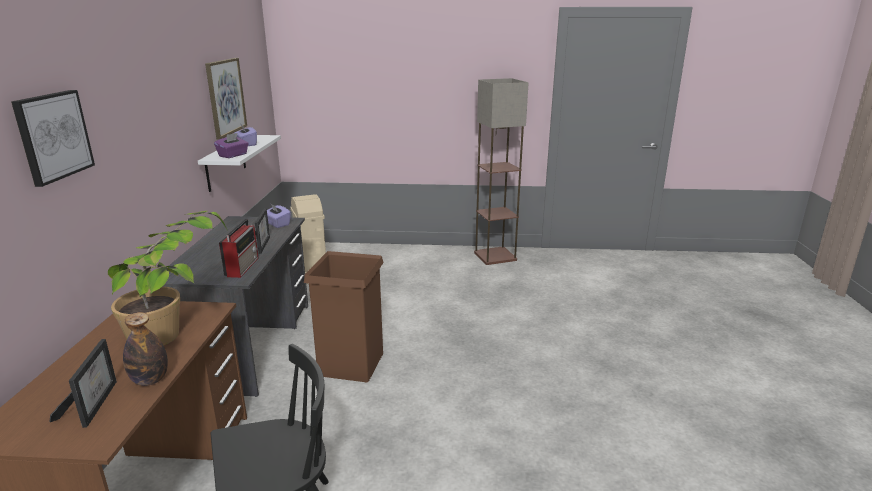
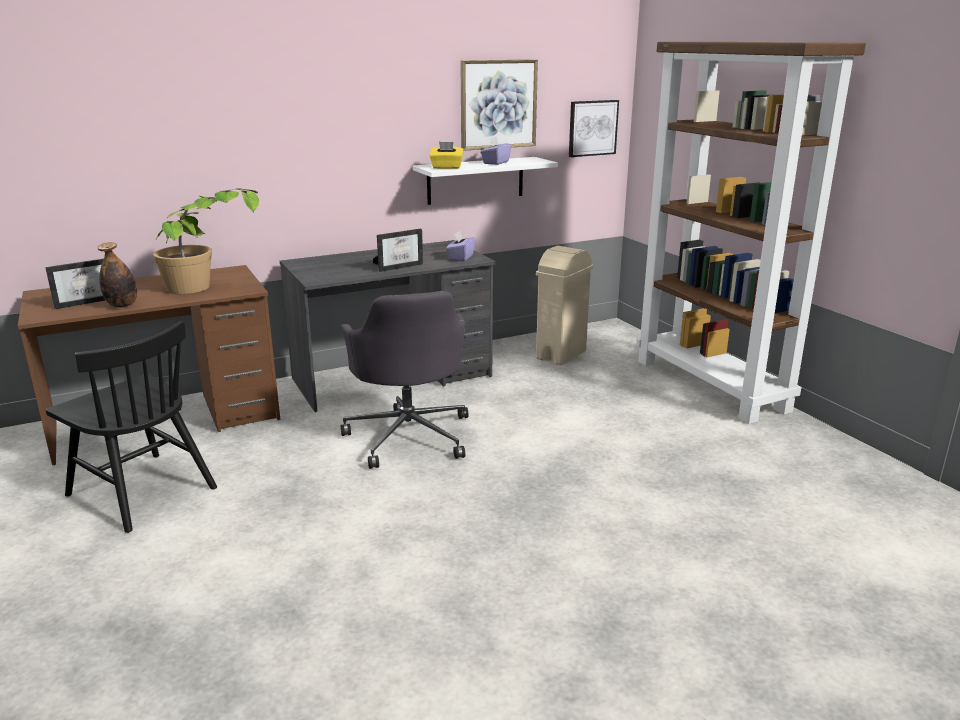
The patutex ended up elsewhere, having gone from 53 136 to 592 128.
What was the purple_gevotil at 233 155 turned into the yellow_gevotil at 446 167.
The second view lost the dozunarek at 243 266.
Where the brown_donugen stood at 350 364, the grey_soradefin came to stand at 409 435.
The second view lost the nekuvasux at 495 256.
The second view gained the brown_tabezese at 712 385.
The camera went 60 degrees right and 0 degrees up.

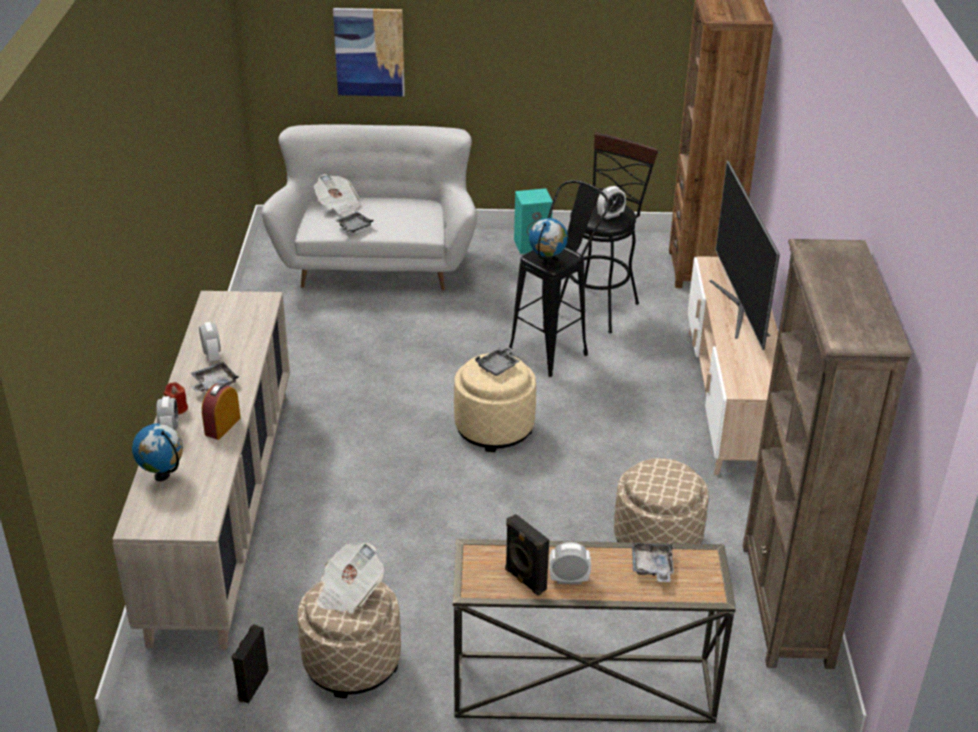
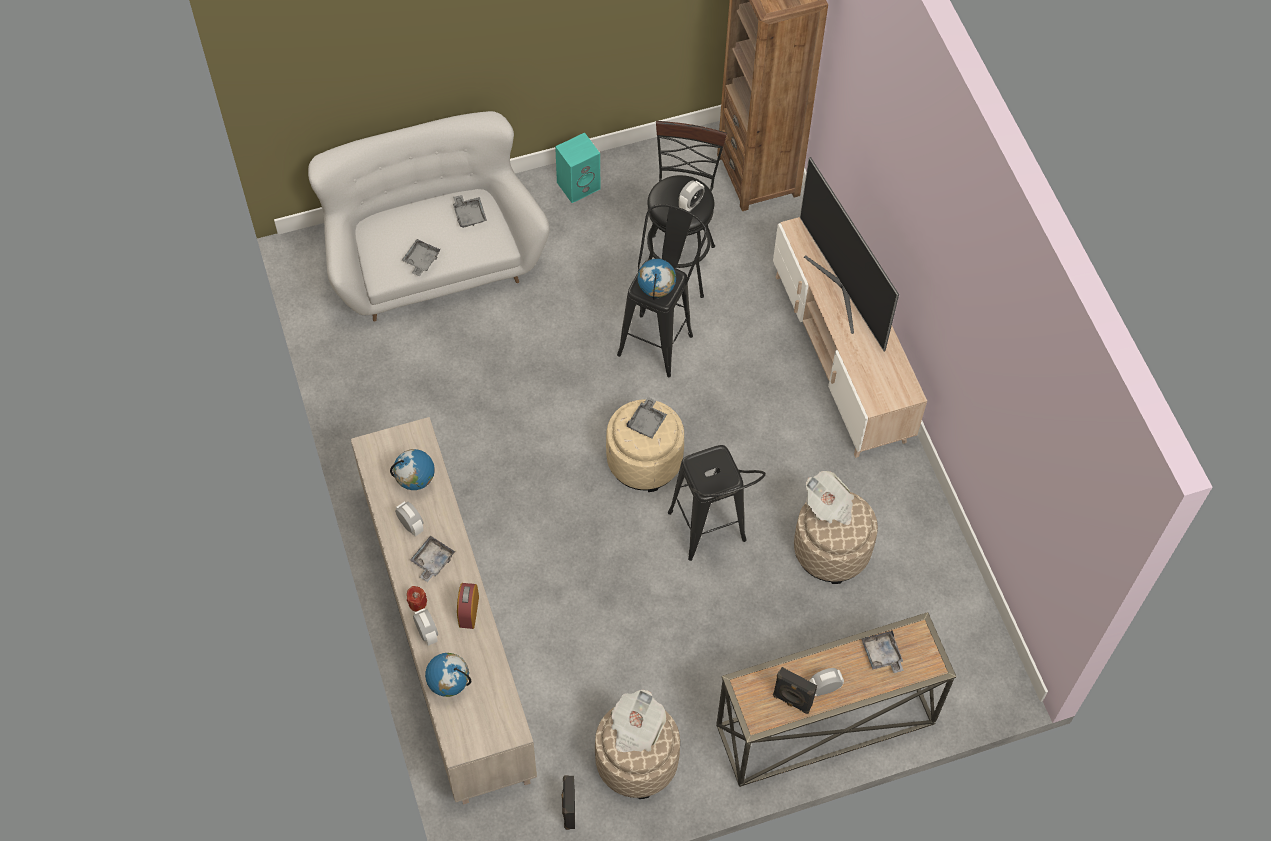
The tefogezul ended up elsewhere, having gone from 338 206 to 829 506.
The second view lost the patutex at 369 52.
The second view lost the brown_tabezese at 786 605.
The second view gained the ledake at 416 484.
The second view gained the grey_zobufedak at 469 215.
The second view gained the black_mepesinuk at 711 537.
The camera went 20 degrees left and 25 degrees up.

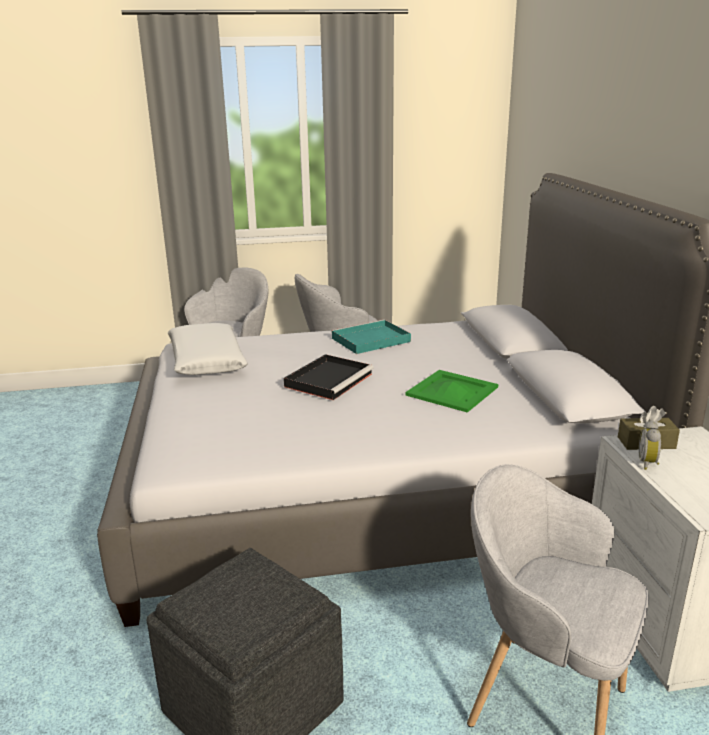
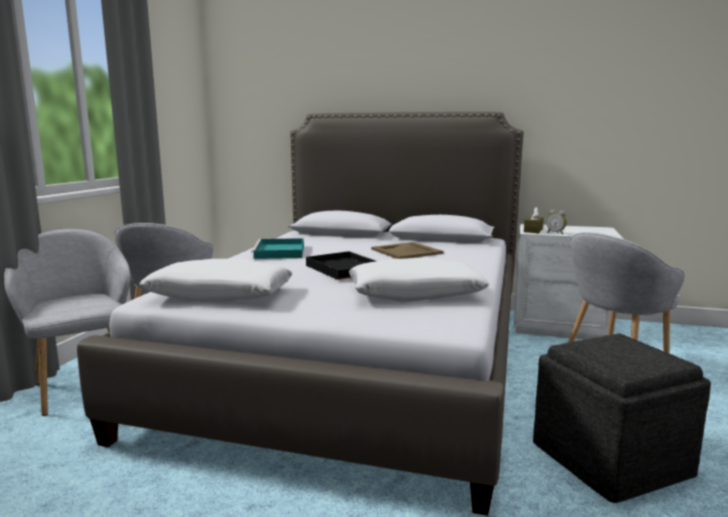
What was the green_zobufedak at 452 391 turned into the beige_zobufedak at 407 251.
The second view gained the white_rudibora at 415 293.
The camera went 65 degrees left and 10 degrees down.

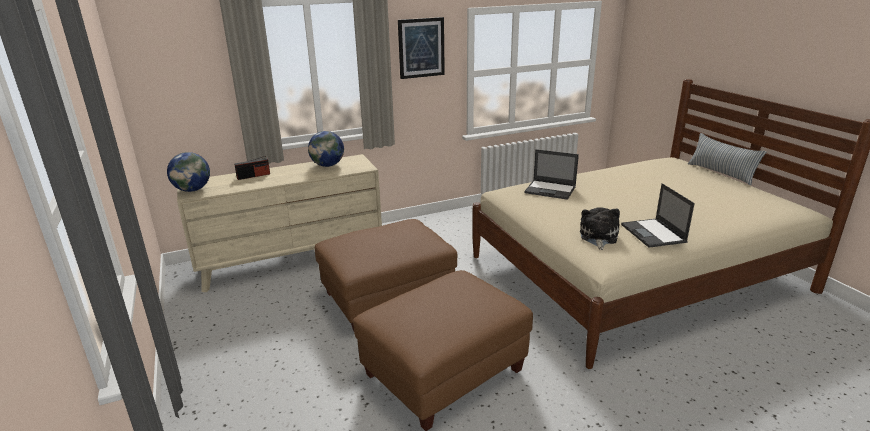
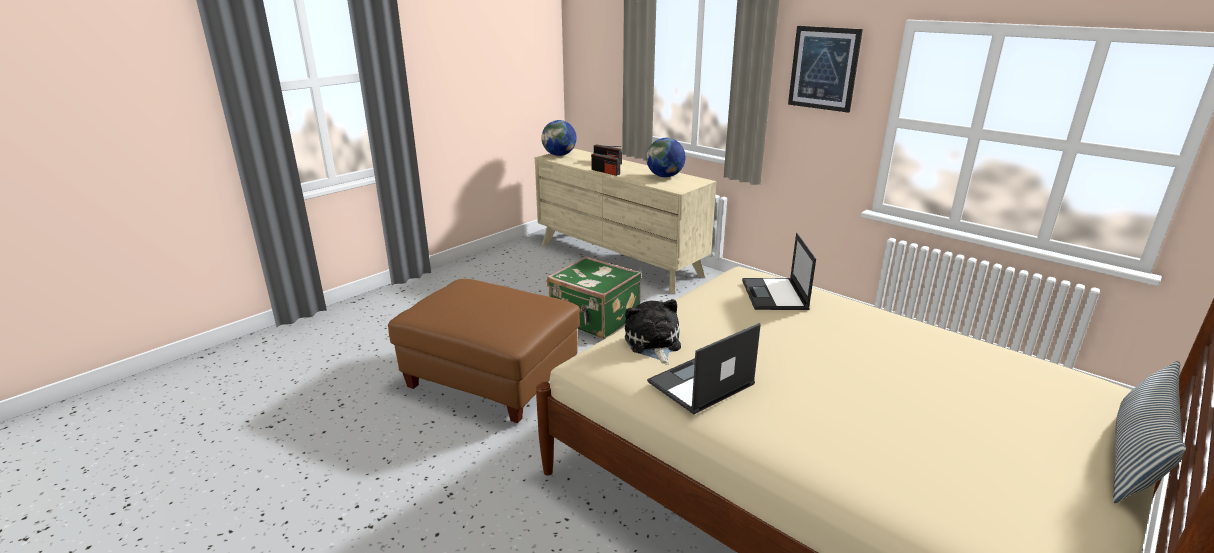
Where the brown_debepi stood at 387 298, the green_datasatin came to stand at 594 319.
The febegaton at 598 237 ended up facing another way, 90 degrees counterclockwise from before.
The second view gained the dozunarek at 605 172.
The camera went 65 degrees right and 0 degrees up.

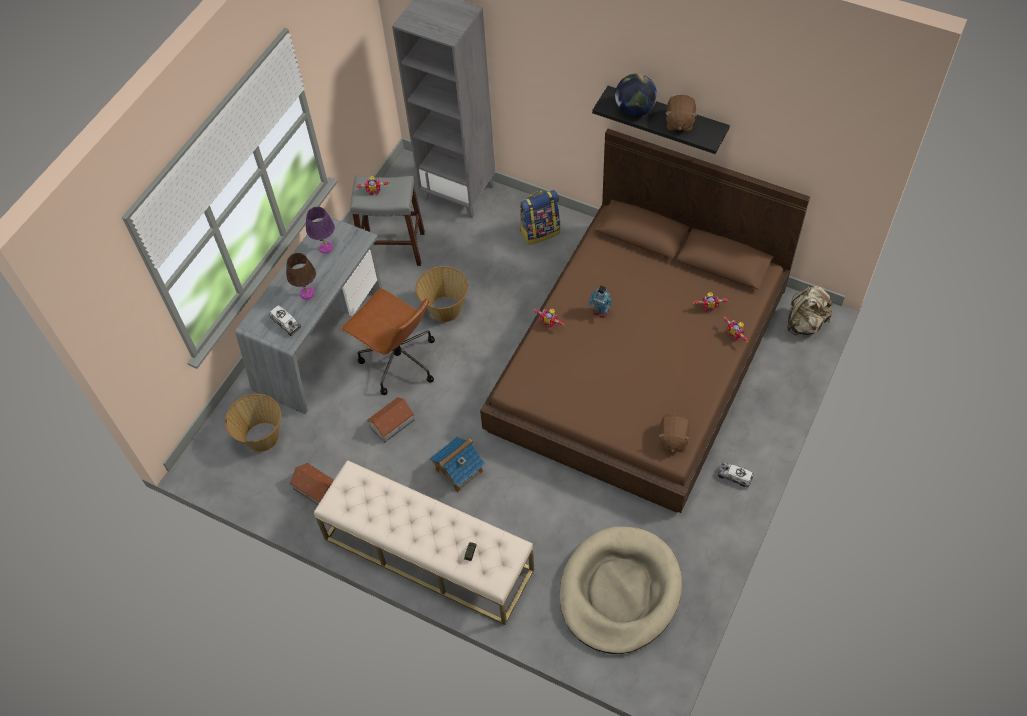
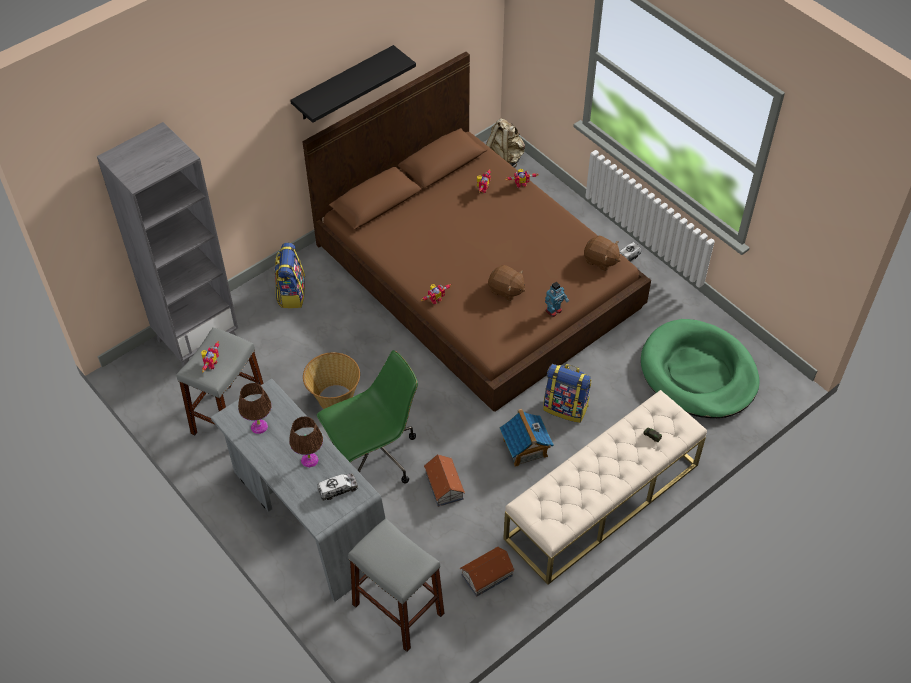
Where the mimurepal stood at 261 437, the grey_mepesinuk came to stand at 398 609.
What was the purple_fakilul at 325 248 turned into the brown_fakilul at 259 427.
What was the brown_soradefin at 398 361 turned into the green_soradefin at 374 457.
What was the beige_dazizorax at 619 591 turned into the green_dazizorax at 698 373.
The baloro ended up elsewhere, having gone from 600 312 to 554 311.
The second view lost the ledake at 634 110.
The brown_febegaton ended up elsewhere, having gone from 679 122 to 506 290.
The second view gained the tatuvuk at 566 407.
The camera went 70 degrees left and 5 degrees down.

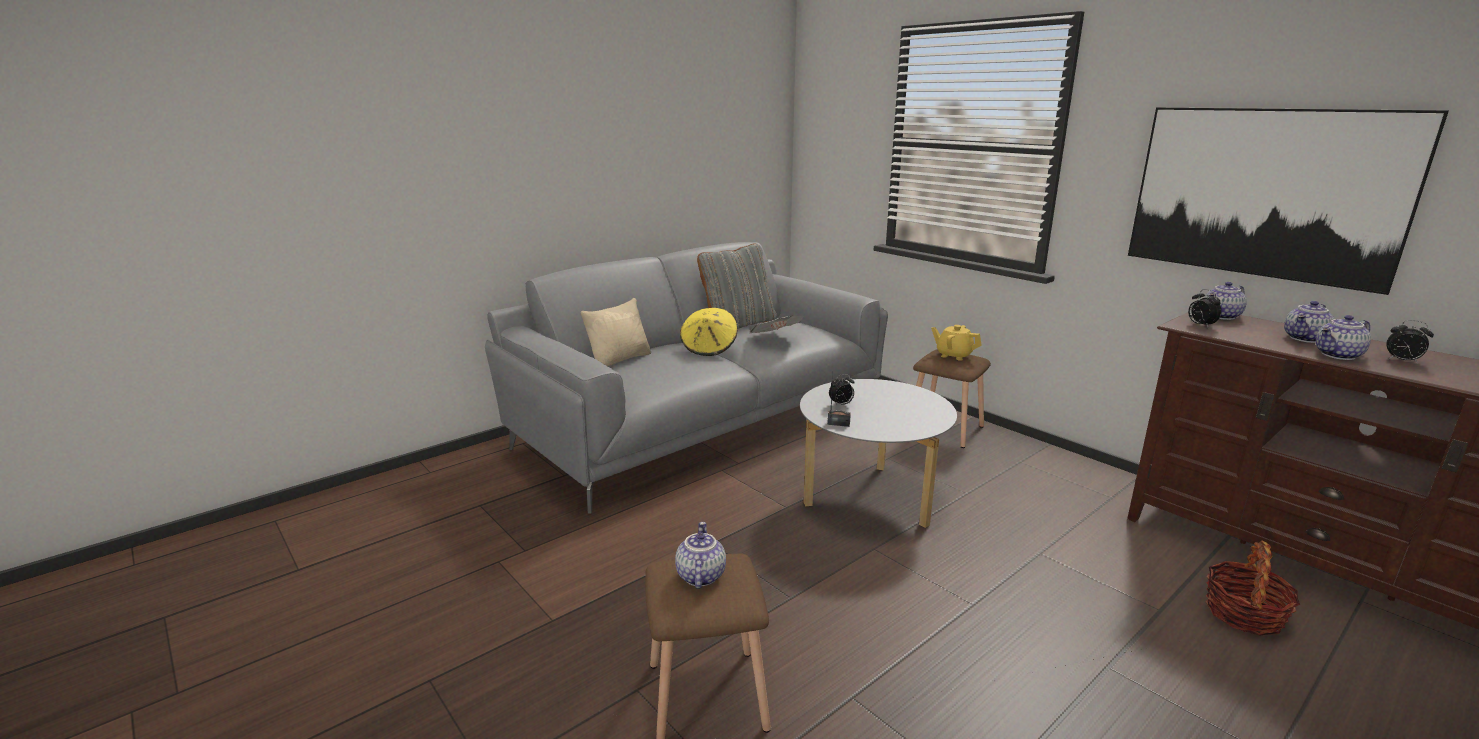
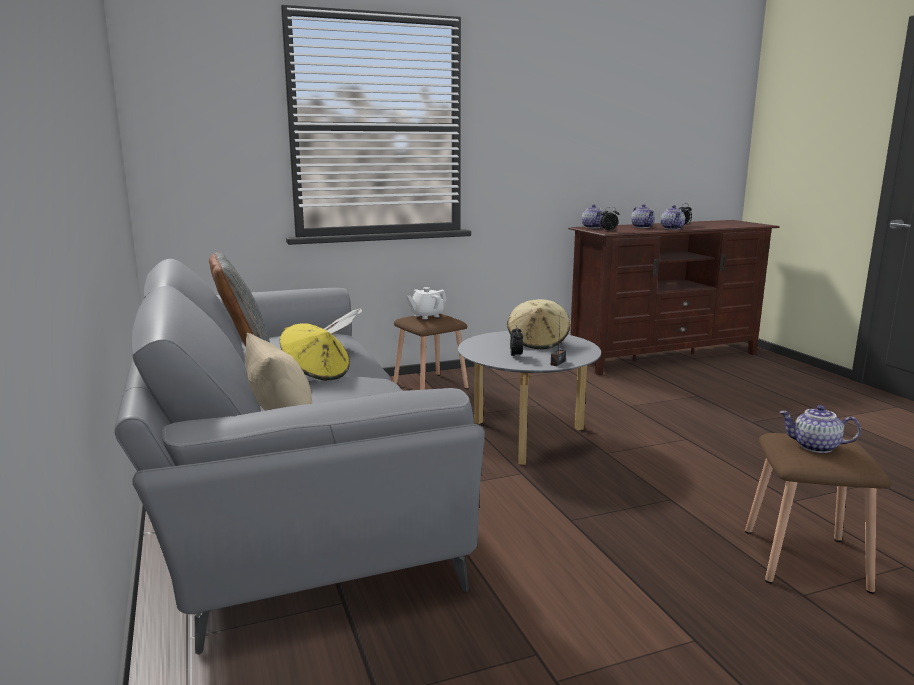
What was the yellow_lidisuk at 953 355 turned into the white_lidisuk at 426 316.
The second view lost the patutex at 1264 193.
The second view lost the mimurepal at 1244 614.
The second view gained the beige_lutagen at 538 342.
The camera went 70 degrees left and 5 degrees down.

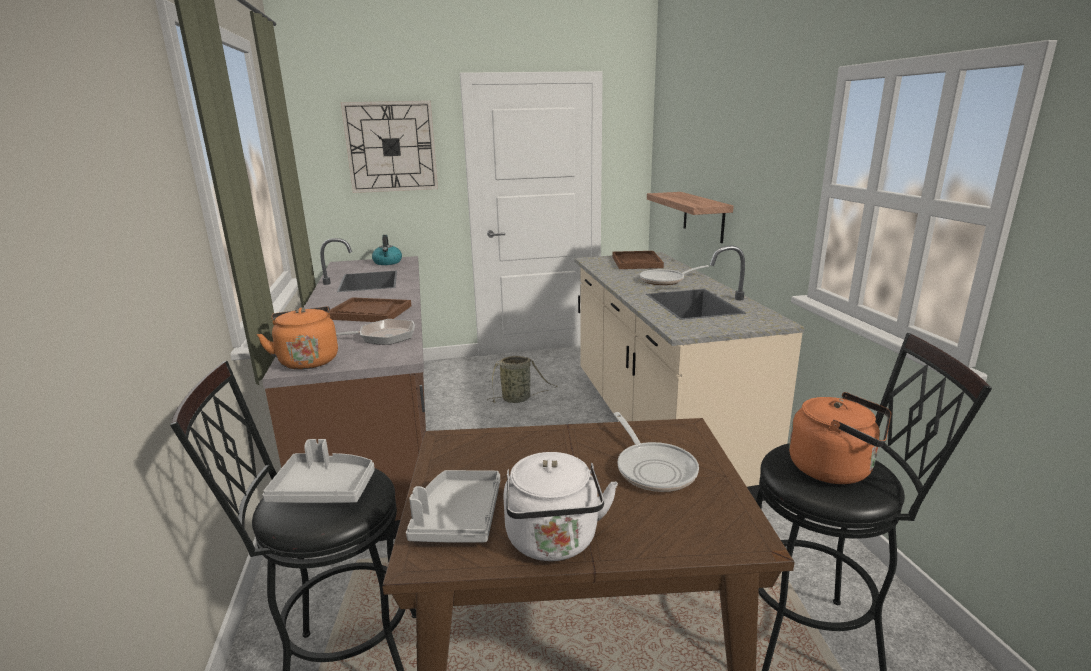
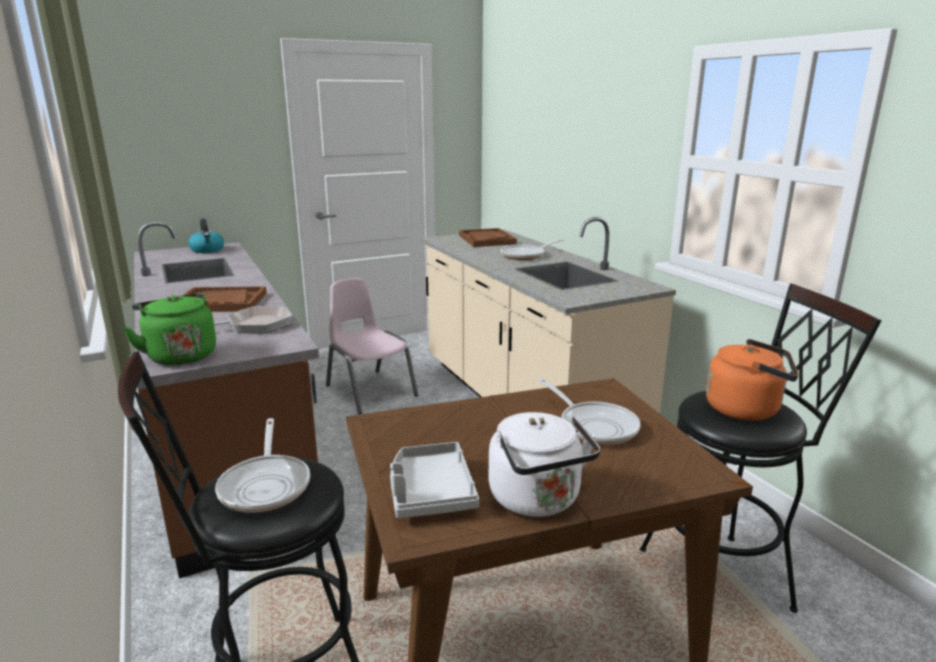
What was the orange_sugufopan at 308 360 turned into the green_sugufopan at 180 355.
Where the grey_zobufedak stood at 324 489, the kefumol came to stand at 266 485.
The second view lost the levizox at 391 147.
Where the mimurepal stood at 518 399, the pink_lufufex came to stand at 370 390.
The second view lost the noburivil at 703 216.
The camera went 15 degrees left and 0 degrees up.

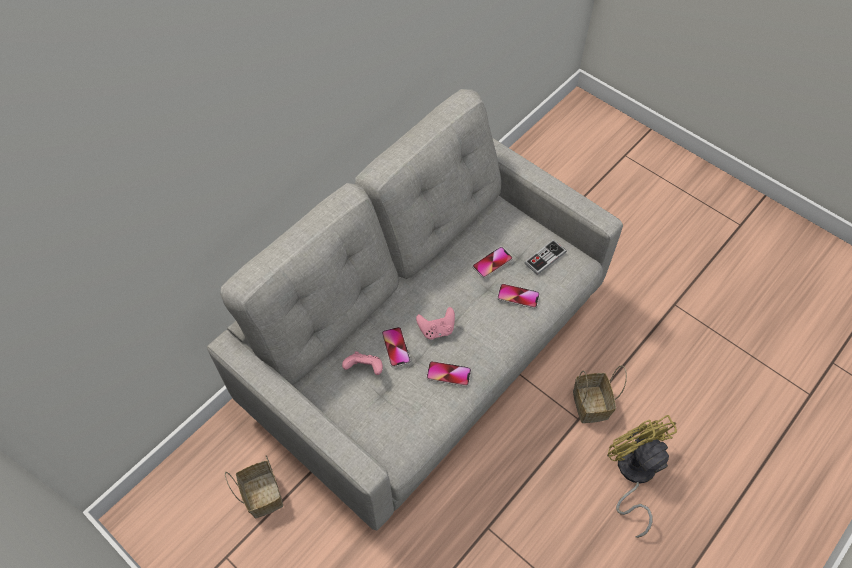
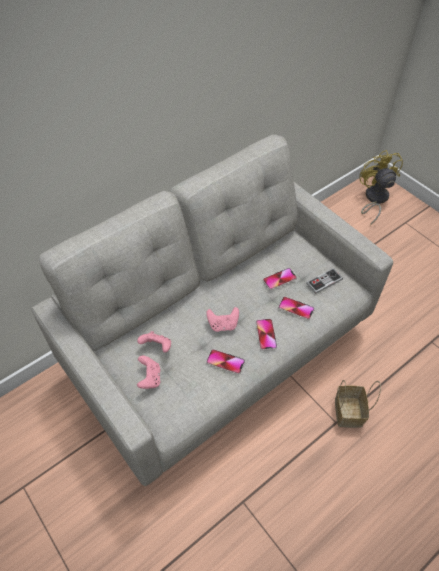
The second view lost the mimurepal at 261 494.
The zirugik ended up elsewhere, having gone from 396 347 to 266 335.
The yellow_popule ended up elsewhere, having gone from 633 474 to 374 199.
The second view gained the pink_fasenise at 150 378.
The camera went 10 degrees right and 5 degrees down.

